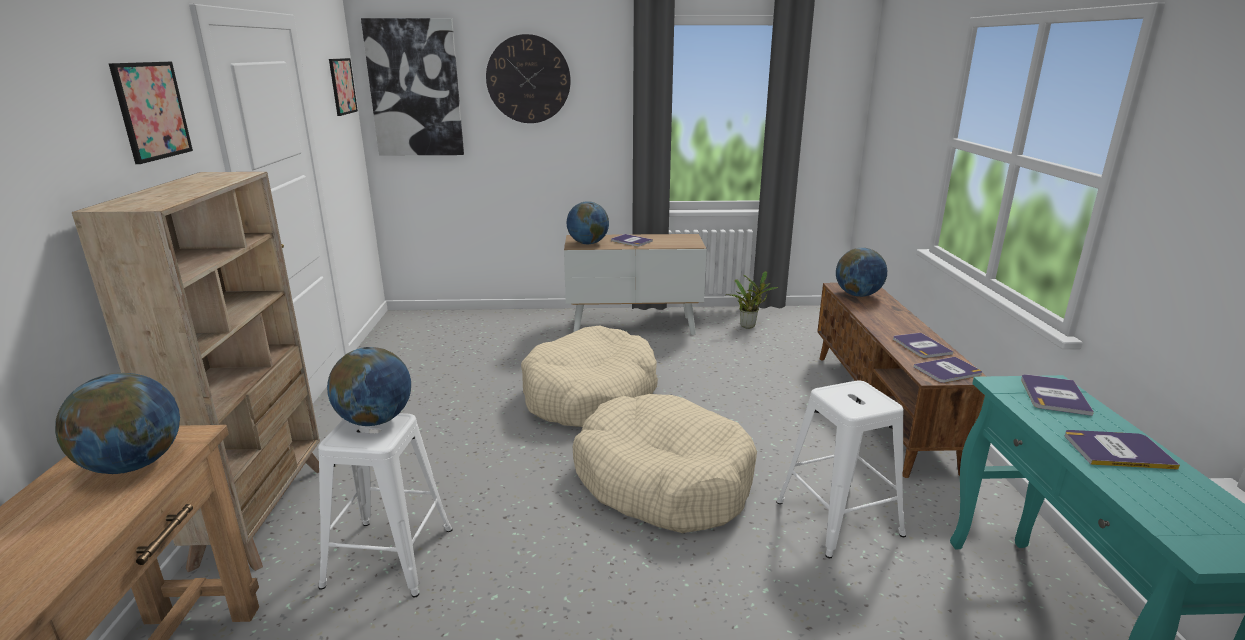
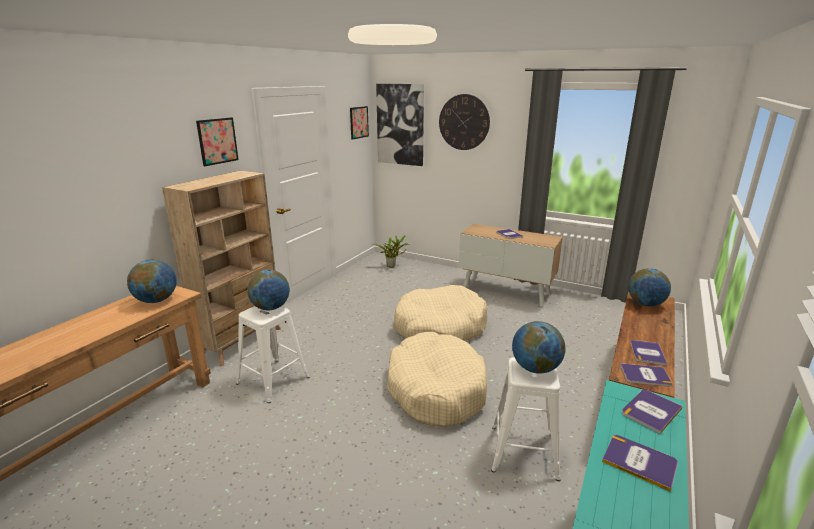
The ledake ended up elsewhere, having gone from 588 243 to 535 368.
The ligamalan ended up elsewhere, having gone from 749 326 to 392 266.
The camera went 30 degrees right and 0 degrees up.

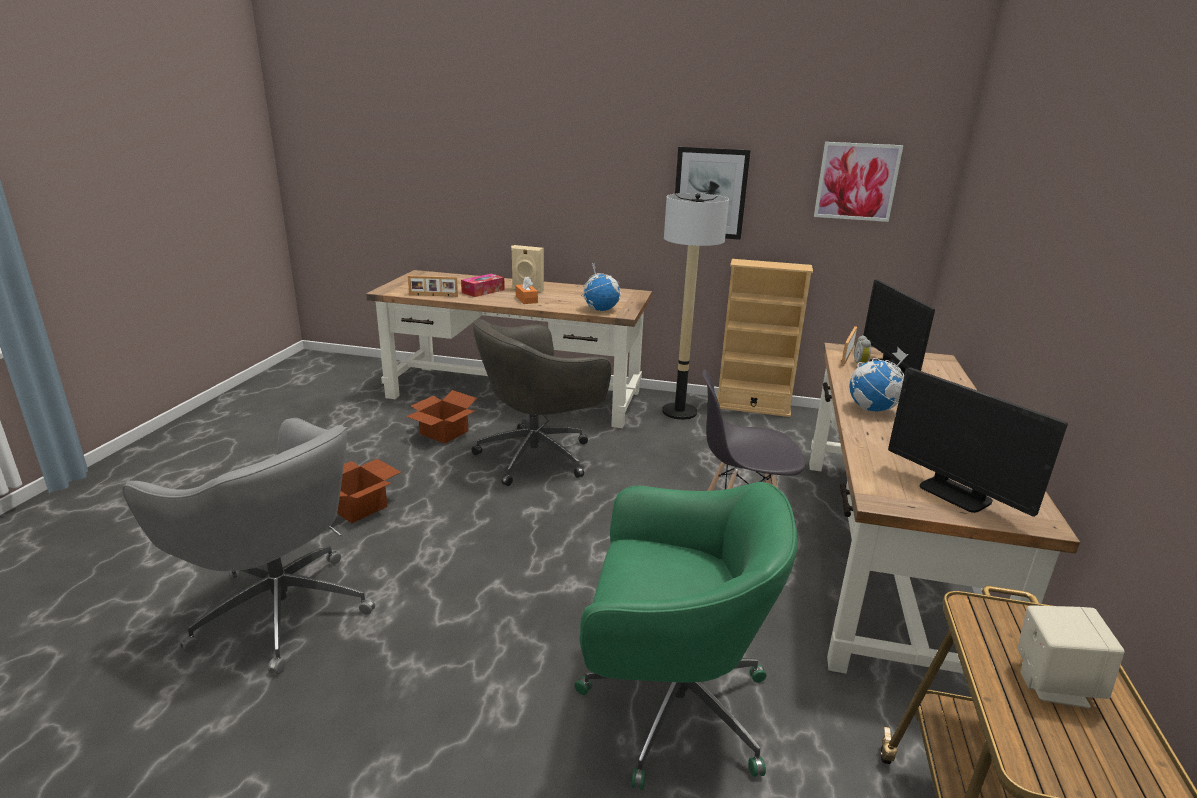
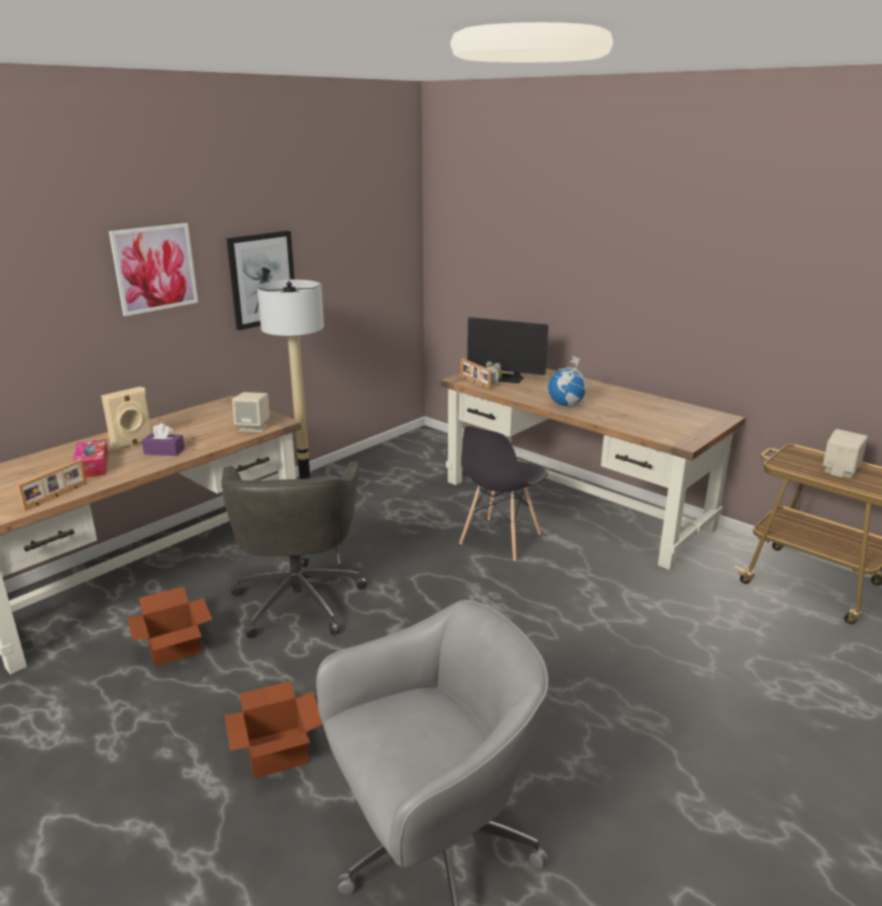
What was the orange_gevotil at 526 299 turned into the purple_gevotil at 164 451.
The second view lost the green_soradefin at 669 706.
Where the ledake stood at 600 310, the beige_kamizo came to stand at 253 427.
The second view lost the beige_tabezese at 752 407.
The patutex ended up elsewhere, having gone from 856 181 to 154 268.
The second view lost the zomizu at 955 494.
The camera went 60 degrees left and 0 degrees up.

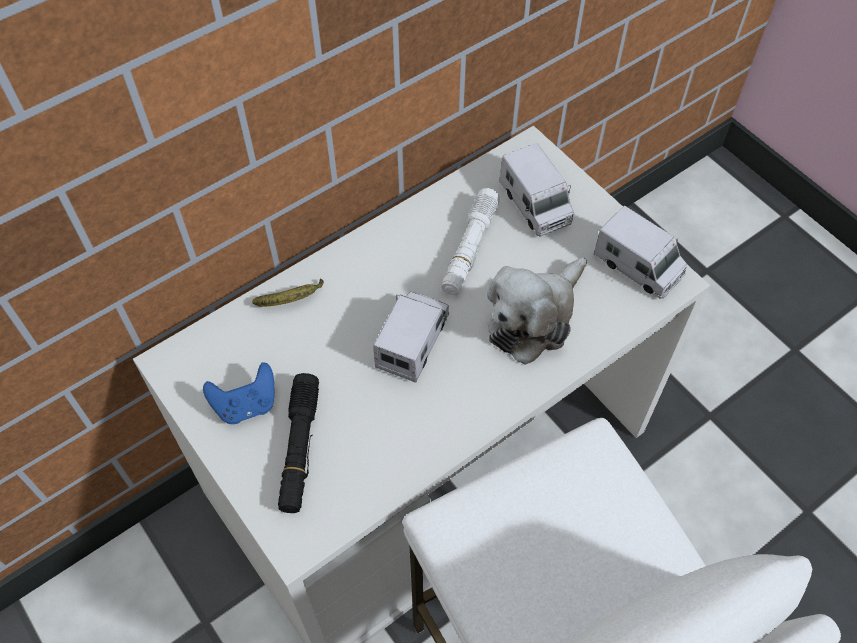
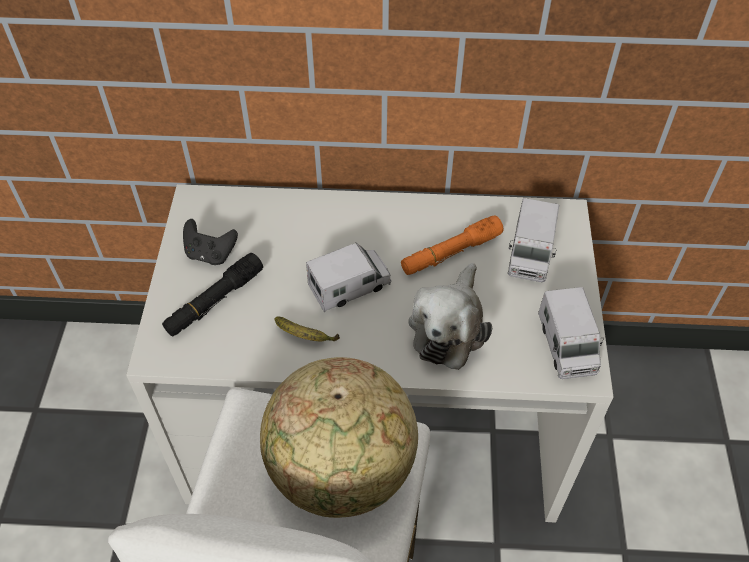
What was the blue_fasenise at 246 405 turned into the black_fasenise at 210 254.
The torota ended up elsewhere, having gone from 291 300 to 305 336.
What was the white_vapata at 469 248 turned into the orange_vapata at 451 252.
The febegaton at 533 318 ended up facing another way, 60 degrees counterclockwise from before.
The second view gained the ledake at 342 470.
The camera went 40 degrees right and 5 degrees down.

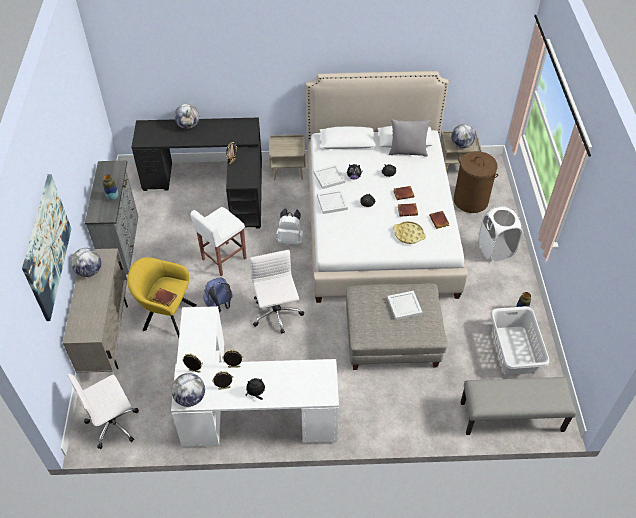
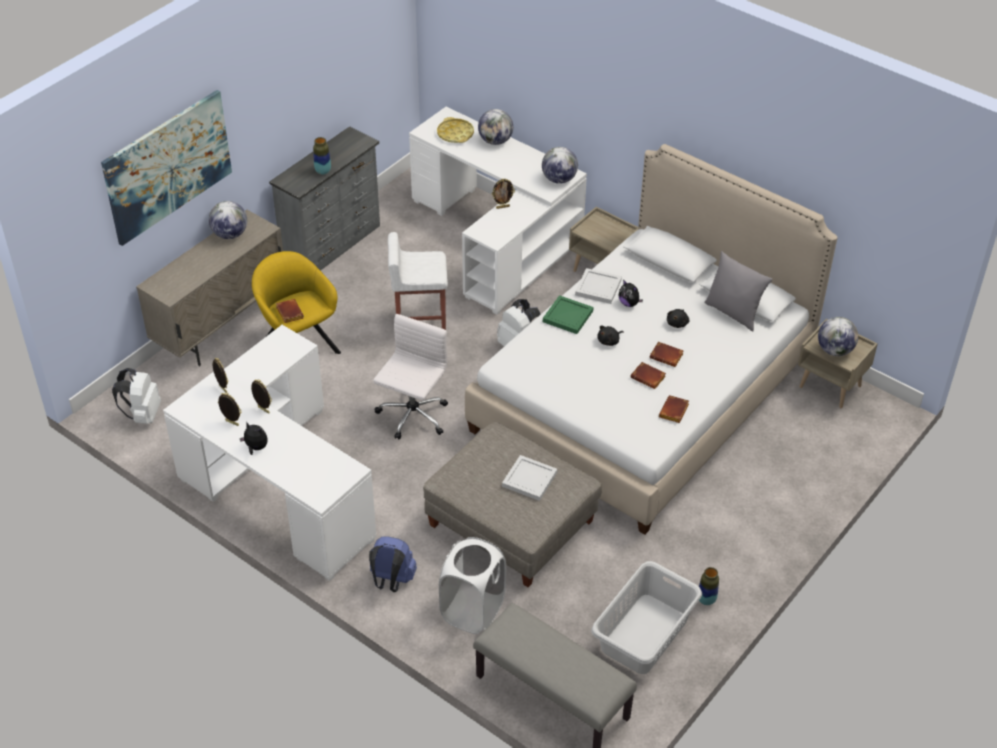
Where the white_soradefin stood at 114 424, the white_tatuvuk came to stand at 142 414.
What was the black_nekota at 214 185 turned into the white_nekota at 498 238.
The ledake ended up elsewhere, having gone from 190 398 to 559 179.
The blue_tatuvuk ended up elsewhere, having gone from 220 305 to 391 581.
What was the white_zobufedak at 332 202 turned into the green_zobufedak at 568 316.
The yellow_zobufedak ended up elsewhere, having gone from 409 234 to 455 134.
The second view lost the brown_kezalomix at 470 201.
The white_kezalomix ended up elsewhere, having gone from 495 250 to 473 611.
The camera went 40 degrees right and 5 degrees down.

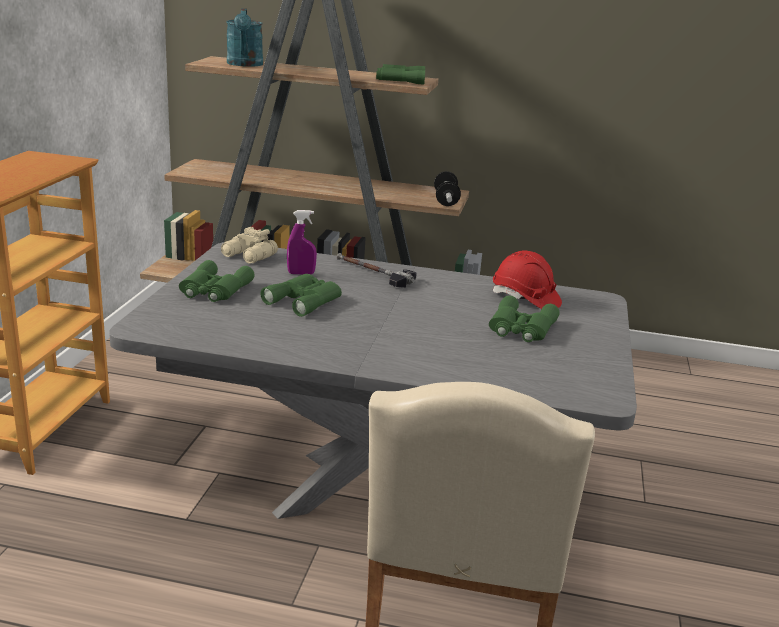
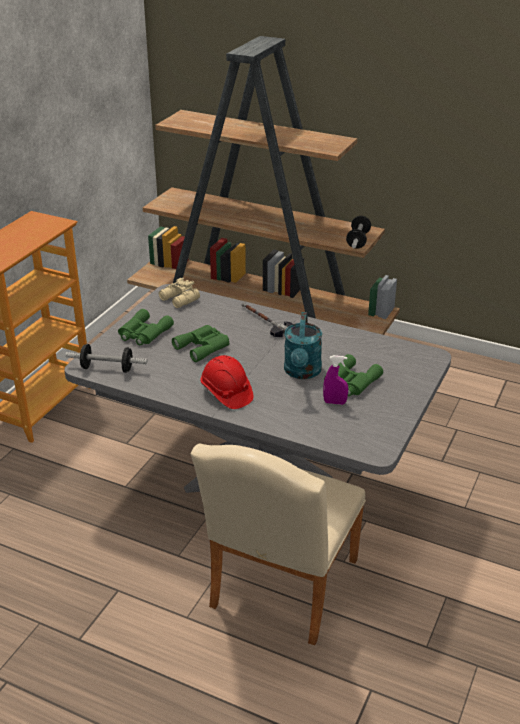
The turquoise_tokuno ended up elsewhere, having gone from 245 64 to 302 372.
The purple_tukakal ended up elsewhere, having gone from 301 273 to 334 402.
The second view lost the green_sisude at 399 80.
The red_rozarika ended up elsewhere, having gone from 525 299 to 226 393.
The second view gained the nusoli at 107 368.
The camera went 15 degrees right and 10 degrees up.

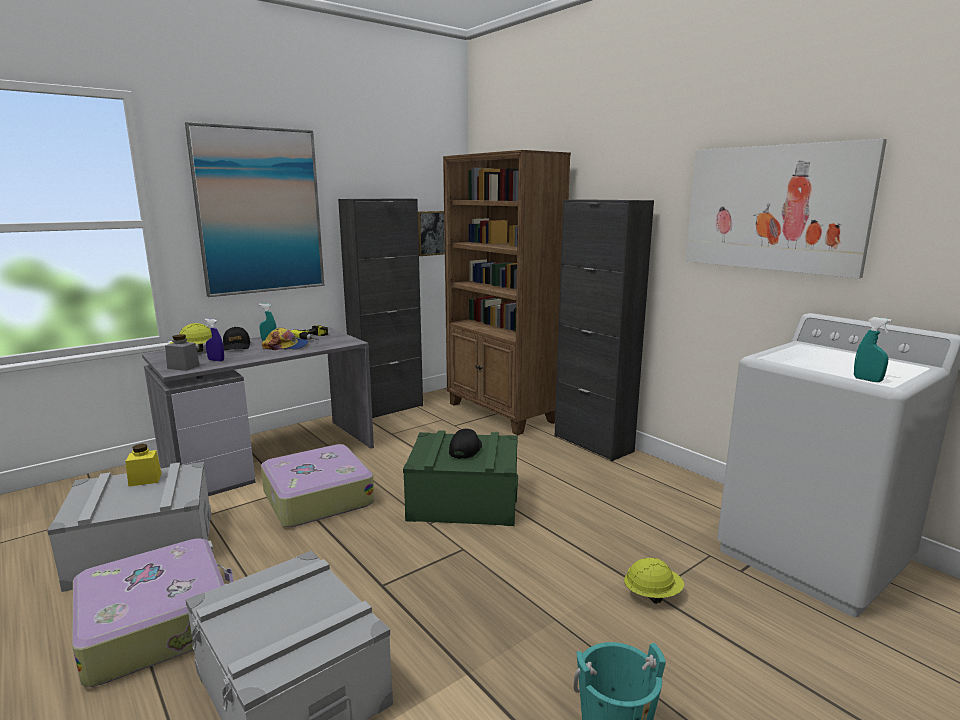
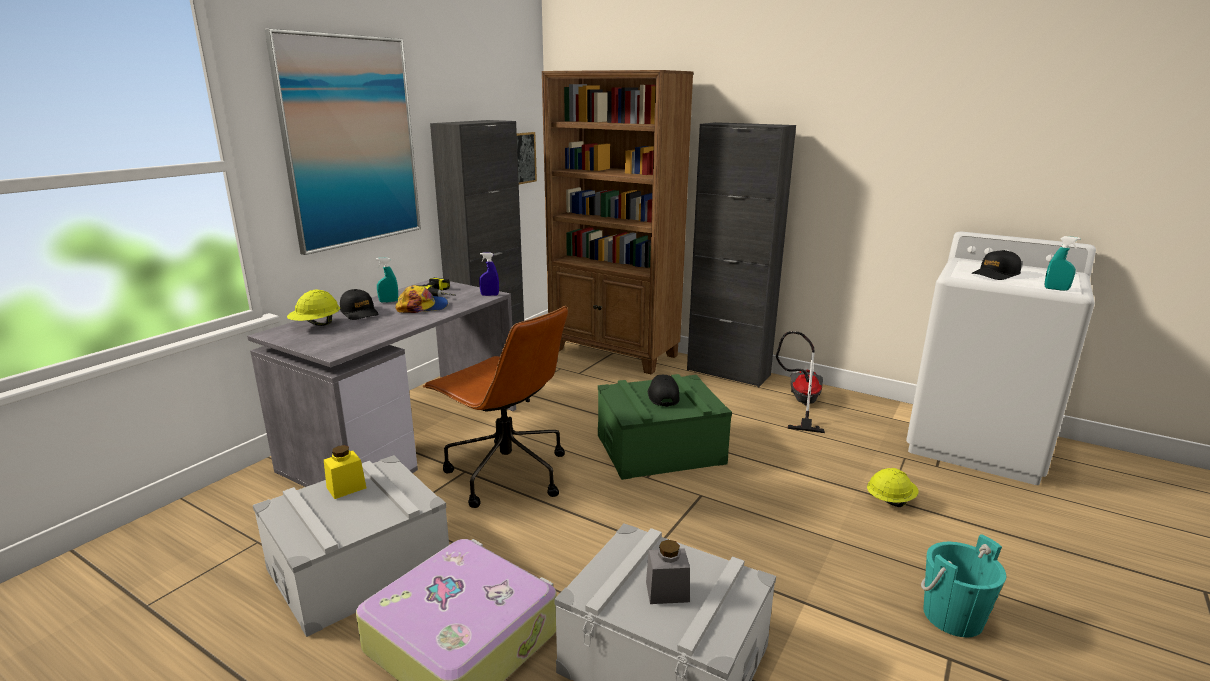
The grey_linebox ended up elsewhere, having gone from 183 367 to 667 592.
The blue_tukakal ended up elsewhere, having gone from 216 360 to 489 295.
Where the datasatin stood at 317 497, the brown_soradefin came to stand at 505 473.
The second view lost the patutex at 774 208.
The second view gained the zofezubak at 801 404.
The second view gained the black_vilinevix at 995 274.
The camera went 20 degrees left and 5 degrees up.

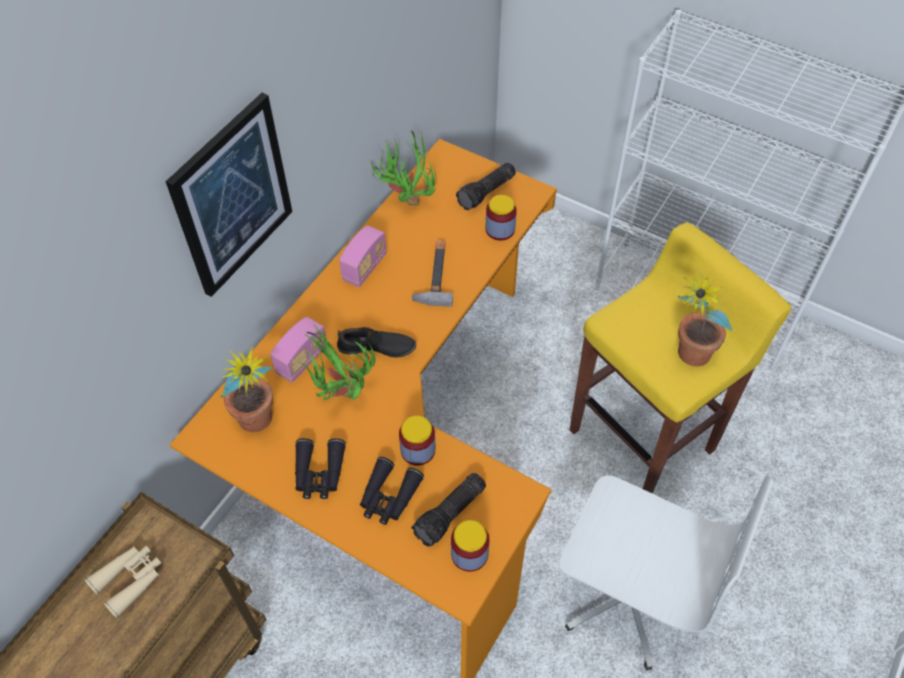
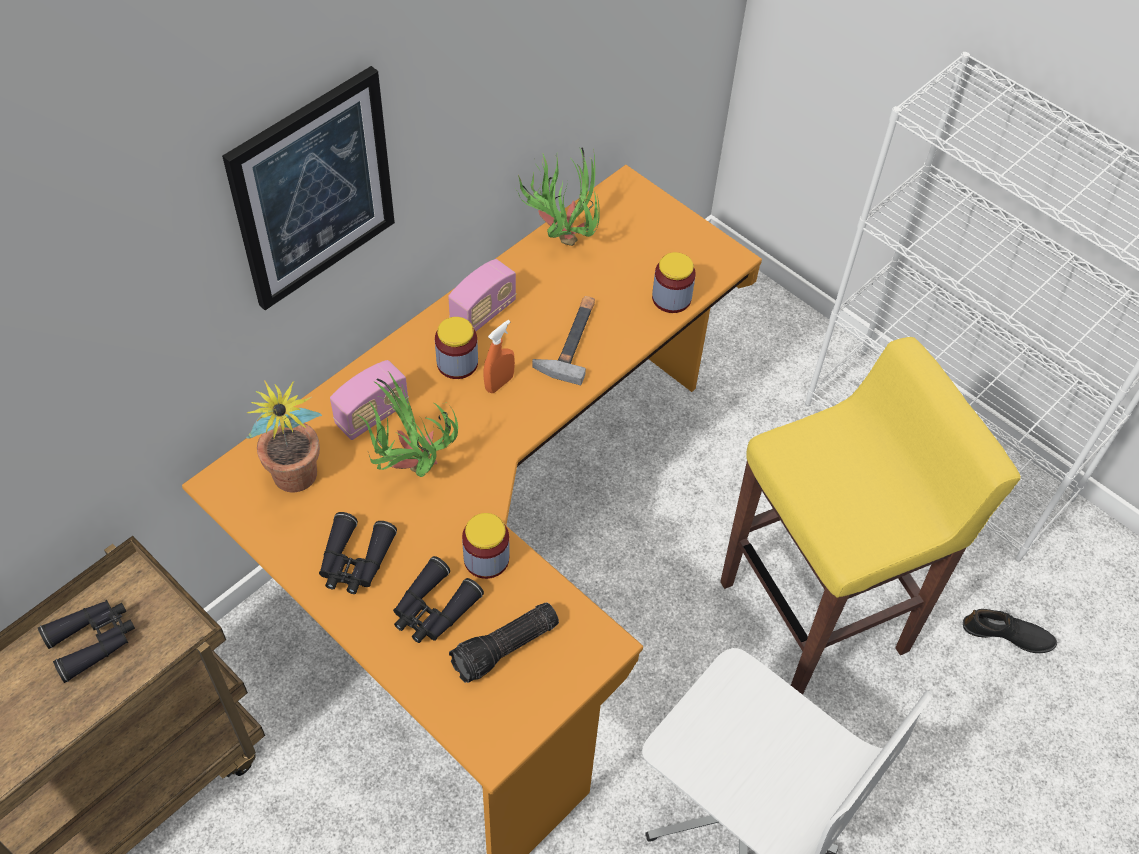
What was the beige_sisude at 130 580 turned into the black_sisude at 93 641.
The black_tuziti ended up elsewhere, having gone from 377 348 to 1007 635.
The linebox ended up elsewhere, having gone from 469 554 to 457 363.
The second view lost the vapata at 487 193.
The second view lost the ligamalan at 687 359.
The second view gained the orange_tukakal at 499 383.
The camera went 10 degrees right and 0 degrees up.

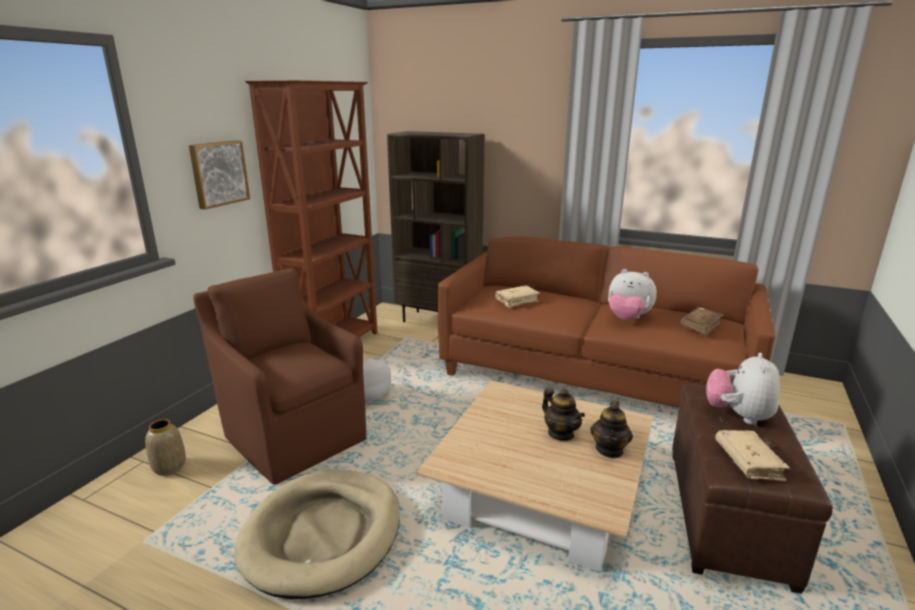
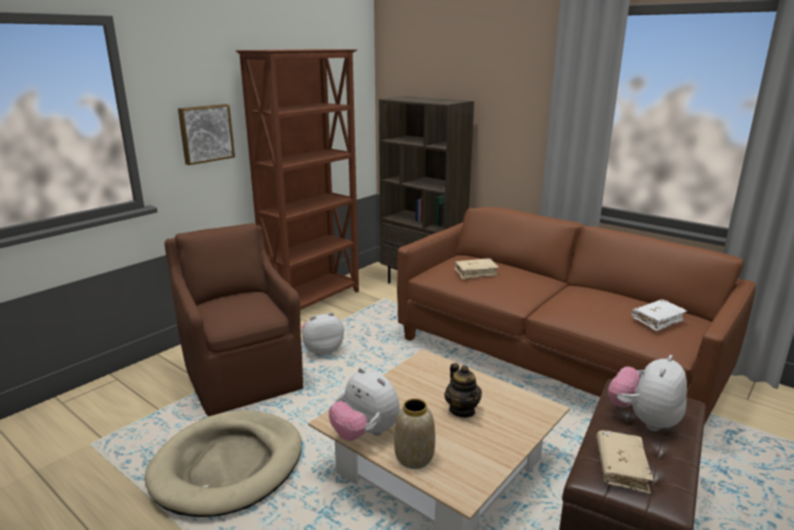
The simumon ended up elsewhere, having gone from 170 468 to 414 458.
The second view lost the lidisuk at 609 450.
The febegaton ended up elsewhere, having gone from 627 319 to 365 433.
What was the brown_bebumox at 700 326 turned into the white_bebumox at 657 320.
The camera went 15 degrees right and 0 degrees up.

